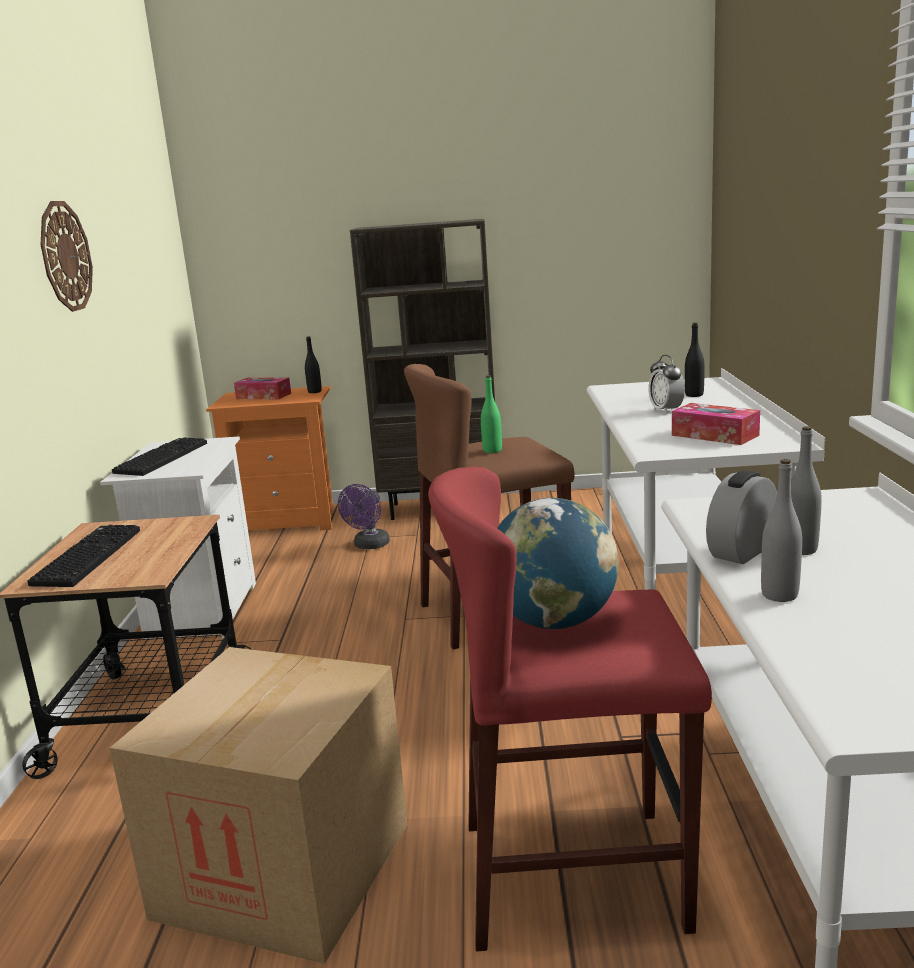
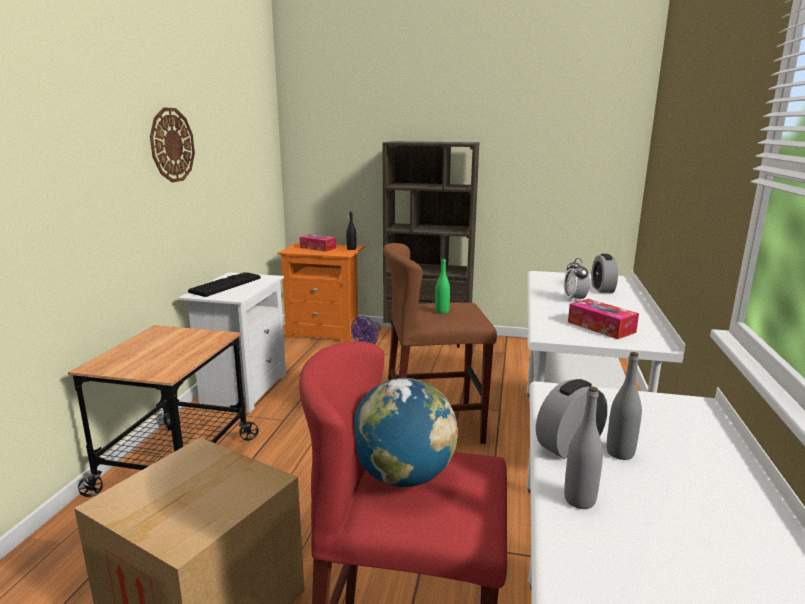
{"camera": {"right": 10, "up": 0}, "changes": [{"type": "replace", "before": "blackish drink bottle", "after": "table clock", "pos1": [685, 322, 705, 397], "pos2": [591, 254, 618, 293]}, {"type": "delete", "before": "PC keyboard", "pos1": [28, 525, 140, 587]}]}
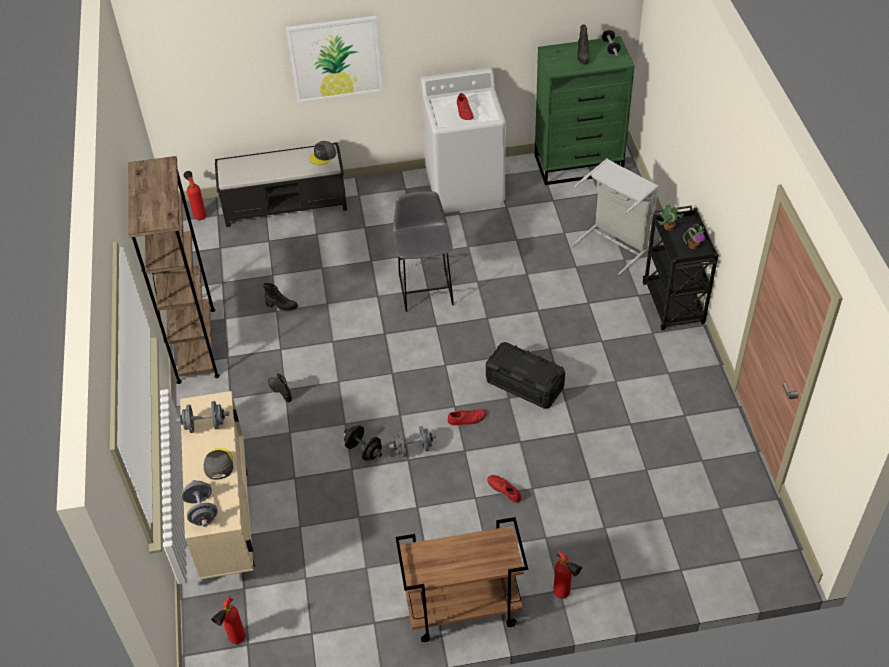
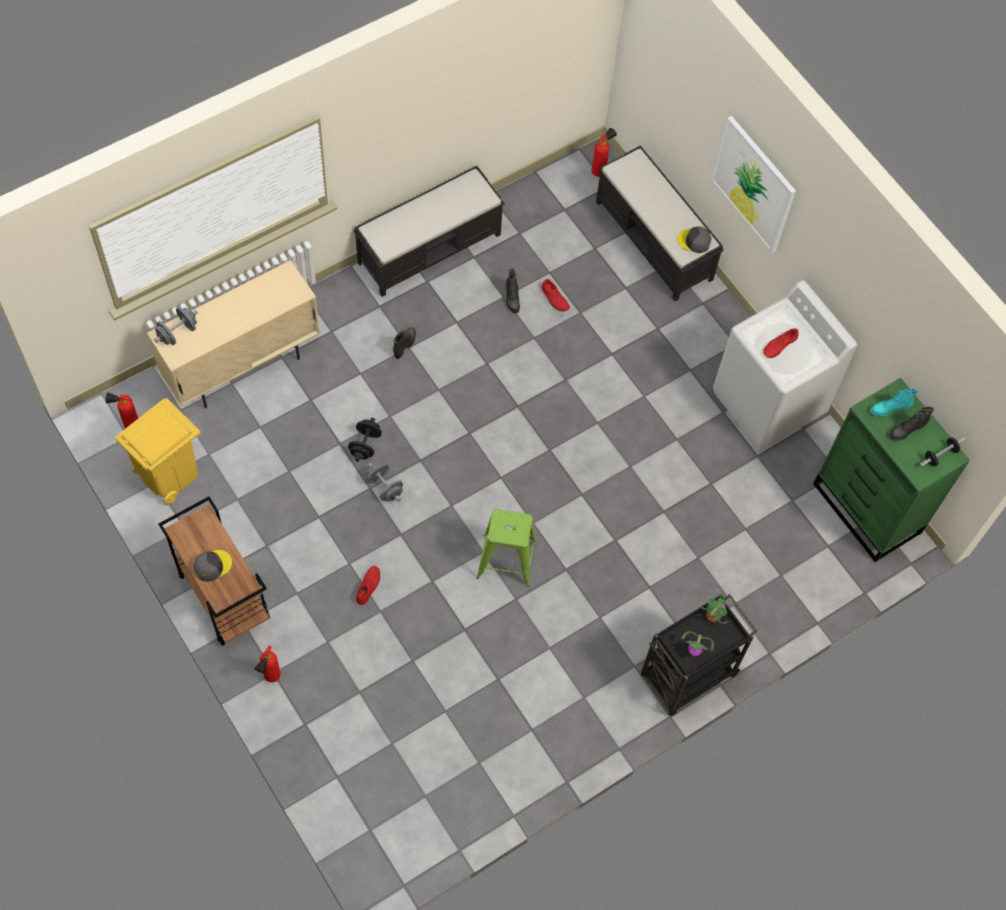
{"camera": {"right": 60, "up": 15}, "changes": [{"type": "insert", "after": "yellow-coloured trash can", "pos2": [115, 398, 201, 505]}, {"type": "move", "before": "gray baseball cap", "pos1": [204, 448, 233, 480], "pos2": [193, 550, 232, 582]}, {"type": "replace", "before": "brownish bookcase", "after": "blackish long seat", "pos1": [128, 156, 220, 384], "pos2": [353, 166, 505, 297]}, {"type": "replace", "before": "blackish storage bin", "after": "green stool seat", "pos1": [486, 342, 565, 409], "pos2": [476, 509, 537, 587]}, {"type": "move", "before": "reddish low shoe", "pos1": [448, 409, 486, 425], "pos2": [541, 279, 570, 312]}, {"type": "insert", "after": "turquoise tall boot", "pos2": [870, 388, 918, 417]}, {"type": "delete", "before": "gray dumbbell", "pos1": [176, 401, 229, 433]}, {"type": "delete", "before": "gray stool seat", "pos1": [393, 191, 454, 312]}, {"type": "delete", "before": "gray washing basket", "pos1": [571, 158, 659, 275]}]}
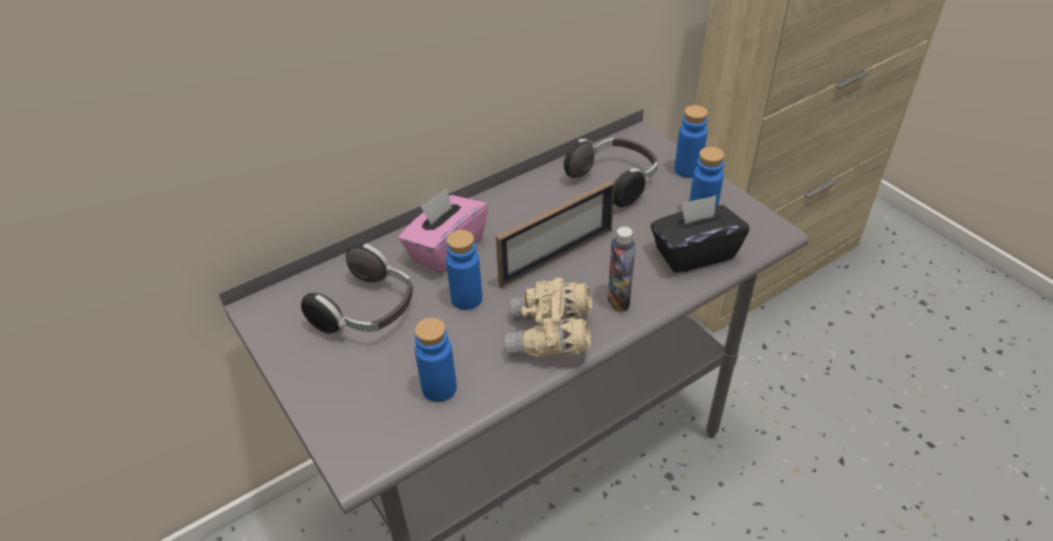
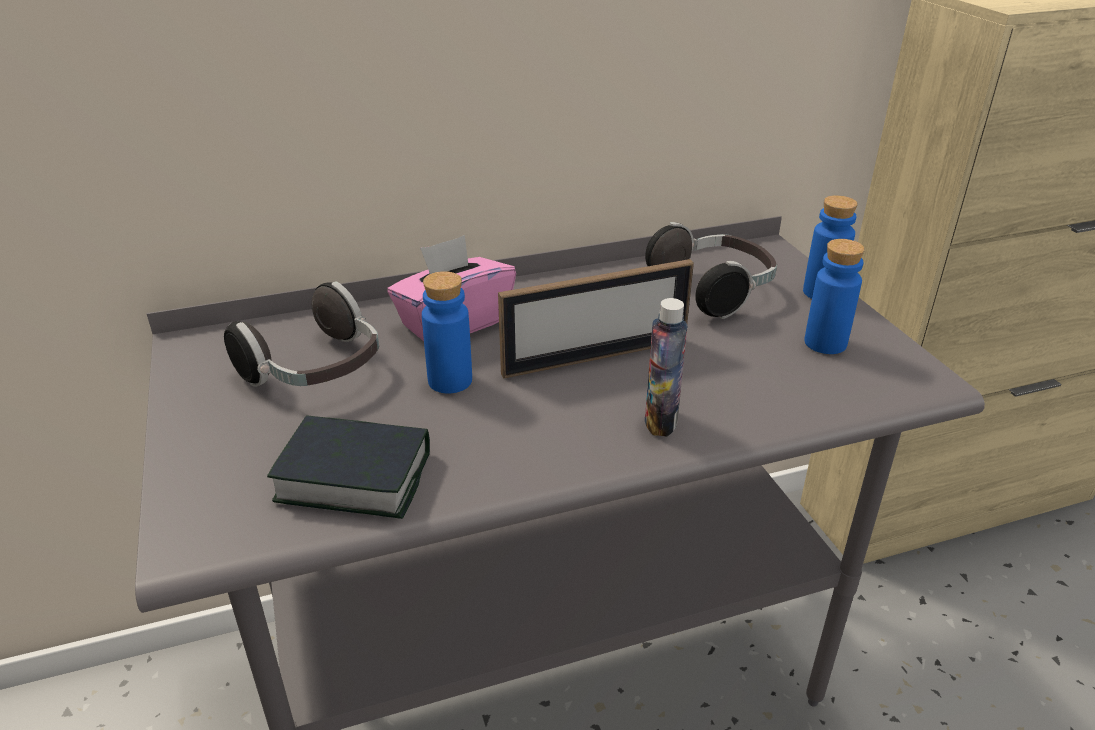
{"camera": {"right": 15, "up": -10}, "changes": [{"type": "replace", "before": "blue drink bottle", "after": "bound book", "pos1": [415, 318, 457, 402], "pos2": [267, 415, 430, 519]}, {"type": "delete", "before": "beige-coloured pair of binoculars", "pos1": [505, 277, 593, 357]}, {"type": "delete", "before": "blackish tissue box", "pos1": [651, 195, 749, 273]}]}
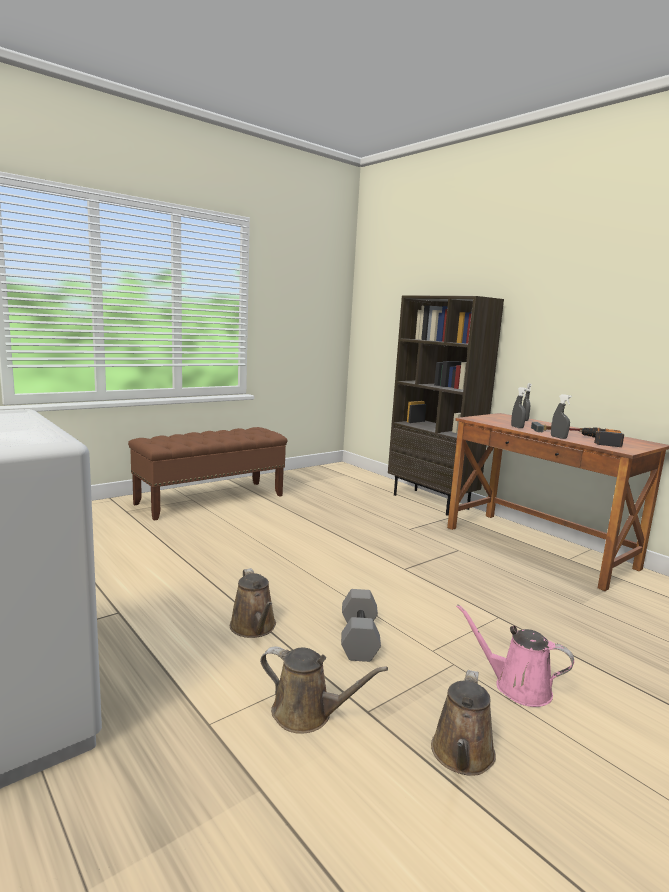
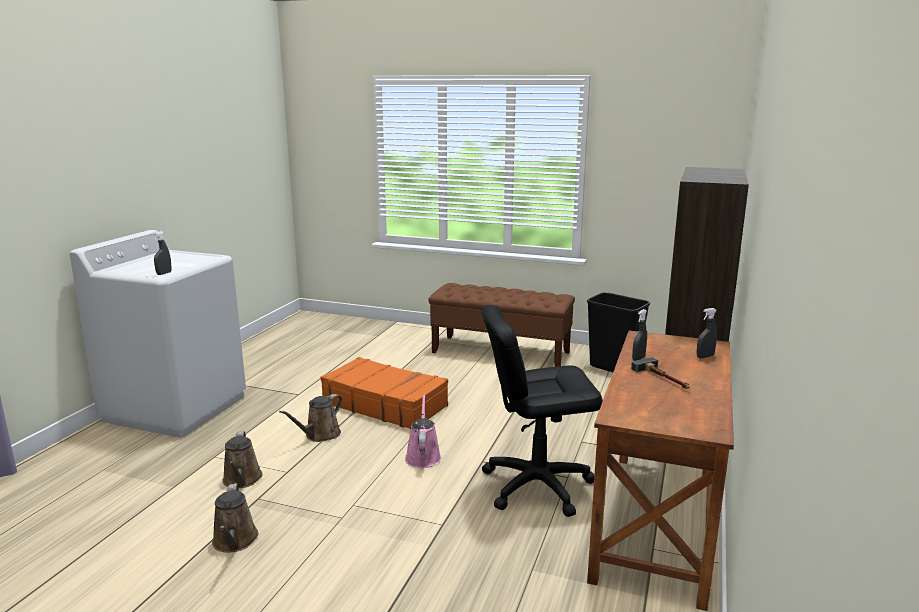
{"camera": {"right": 60, "up": 5}, "changes": [{"type": "move", "before": "gray spray bottle", "pos1": [551, 394, 572, 439], "pos2": [152, 231, 172, 275]}, {"type": "rotate", "before": "brownish watering can", "pos1": [431, 670, 496, 776], "pos2": [212, 483, 258, 552], "turn": -90}, {"type": "insert", "after": "orange suitcase", "pos2": [321, 357, 448, 429]}, {"type": "move", "before": "pink watering can", "pos1": [456, 604, 574, 707], "pos2": [405, 394, 441, 468]}, {"type": "insert", "after": "blackish desk chair", "pos2": [481, 305, 603, 517]}, {"type": "insert", "after": "blackish trash can", "pos2": [587, 292, 650, 372]}, {"type": "delete", "before": "gray dumbbell", "pos1": [341, 589, 381, 662]}, {"type": "delete", "before": "drill", "pos1": [580, 427, 624, 447]}]}
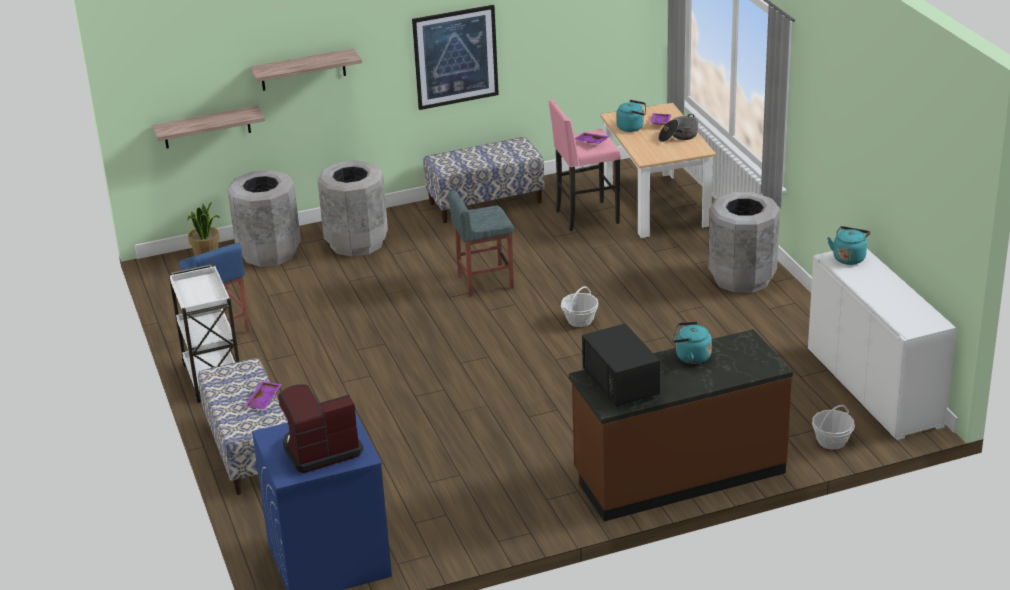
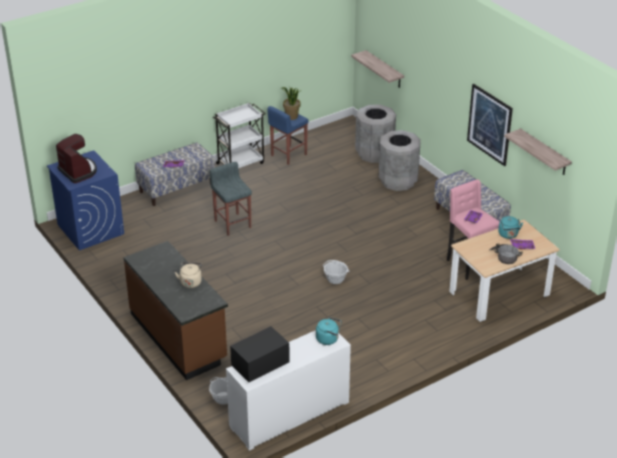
{"camera": {"right": 75, "up": 5}, "changes": [{"type": "recolor", "before": "turquoise tea kettle", "after": "beige-coloured tea kettle", "pos1": [672, 322, 712, 364], "pos2": [175, 262, 202, 288]}, {"type": "move", "before": "gray stool seat", "pos1": [448, 190, 514, 297], "pos2": [209, 162, 252, 236]}, {"type": "move", "before": "blackish kitchen microwave", "pos1": [582, 323, 660, 407], "pos2": [230, 326, 290, 382]}, {"type": "move", "before": "shelf", "pos1": [250, 48, 362, 91], "pos2": [504, 128, 572, 175]}, {"type": "delete", "before": "gray trash can", "pos1": [708, 192, 780, 293]}]}
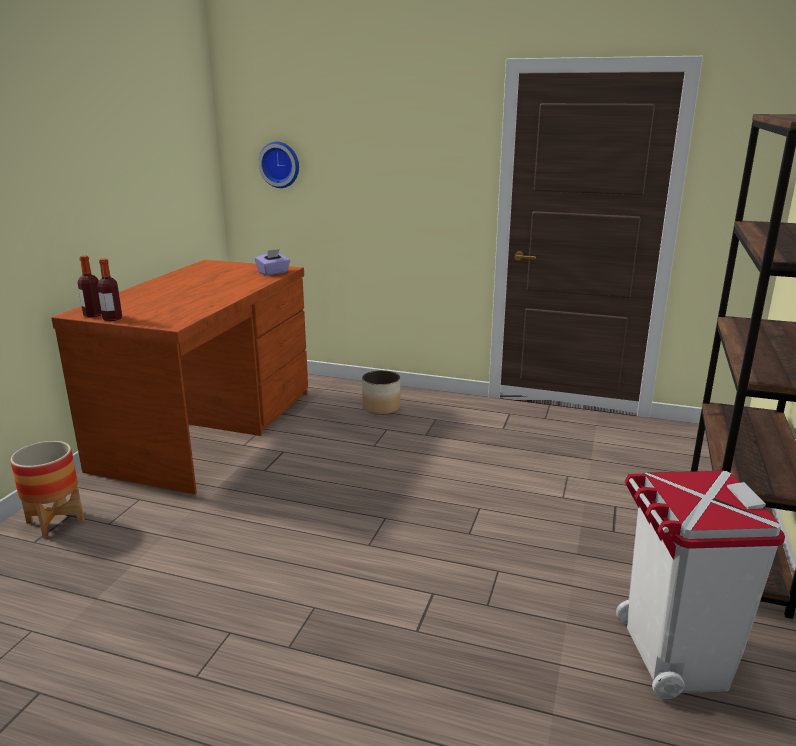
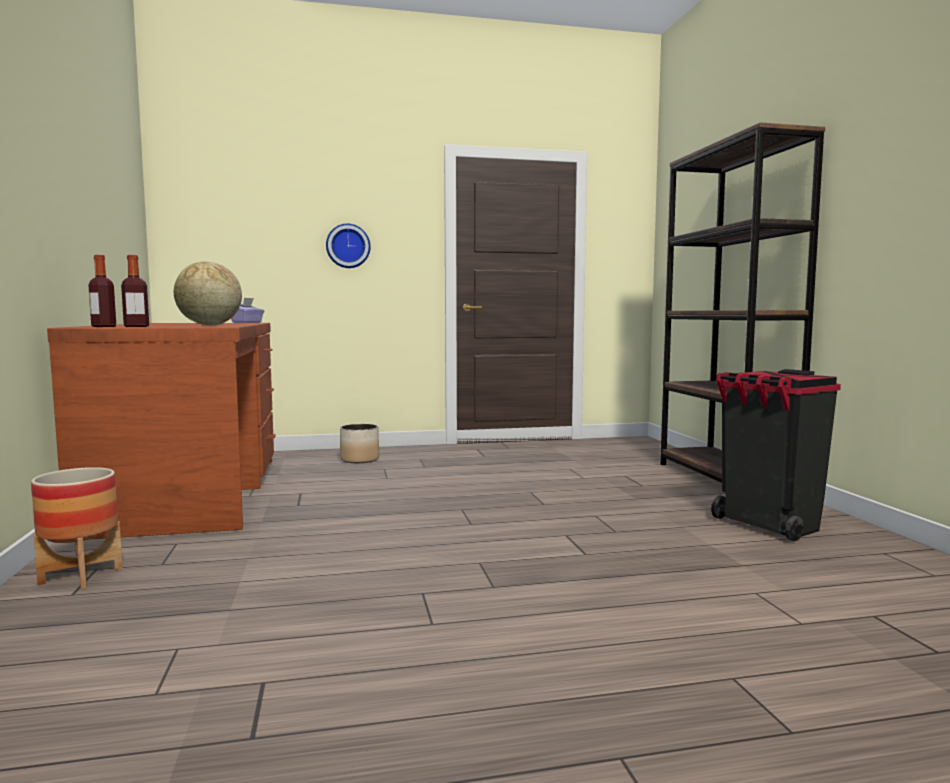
{"camera": {"right": -30, "up": -15}, "changes": [{"type": "insert", "after": "world globe", "pos2": [174, 261, 242, 325]}, {"type": "move", "before": "clock on the wall", "pos1": [258, 142, 299, 188], "pos2": [326, 224, 371, 268]}, {"type": "recolor", "before": "white-coloured trash can", "after": "blackish trash can", "pos1": [616, 471, 785, 699], "pos2": [711, 369, 841, 541]}]}
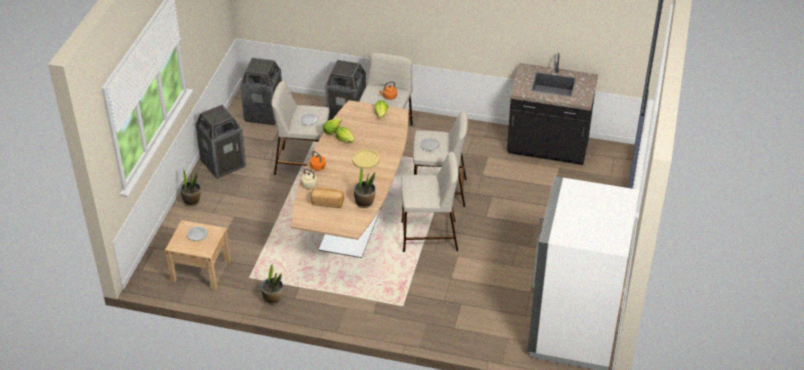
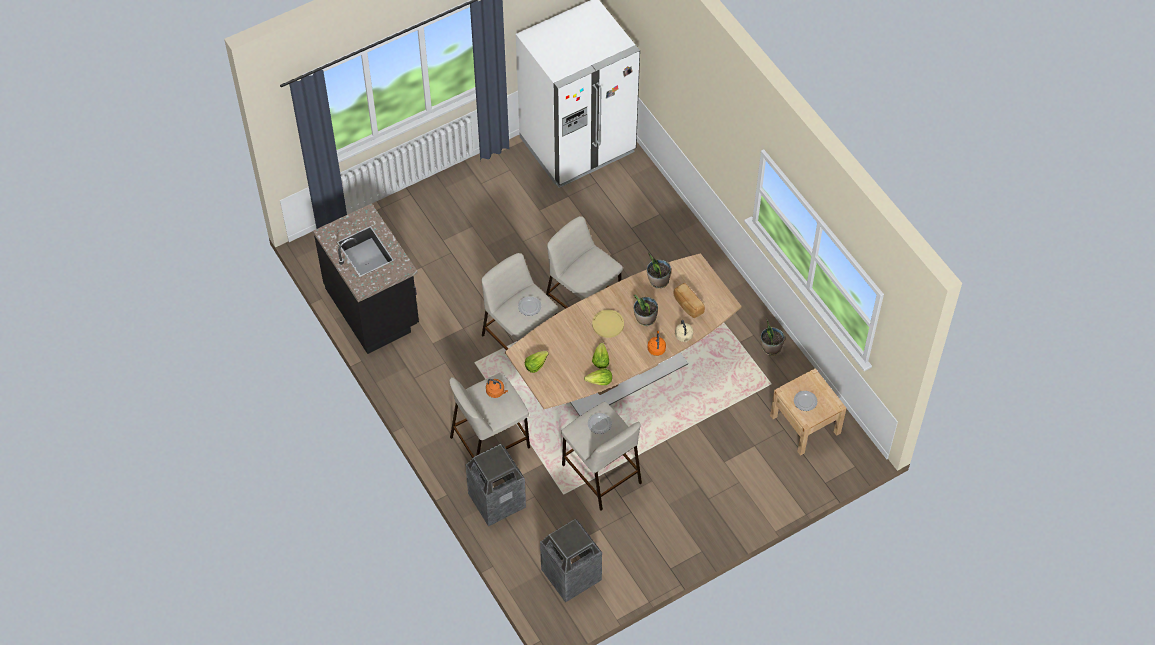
{"camera": {"right": -135, "up": 15}, "changes": [{"type": "move", "before": "plant in a pot", "pos1": [181, 169, 201, 206], "pos2": [634, 294, 658, 326]}, {"type": "delete", "before": "trash can", "pos1": [195, 105, 246, 179]}]}
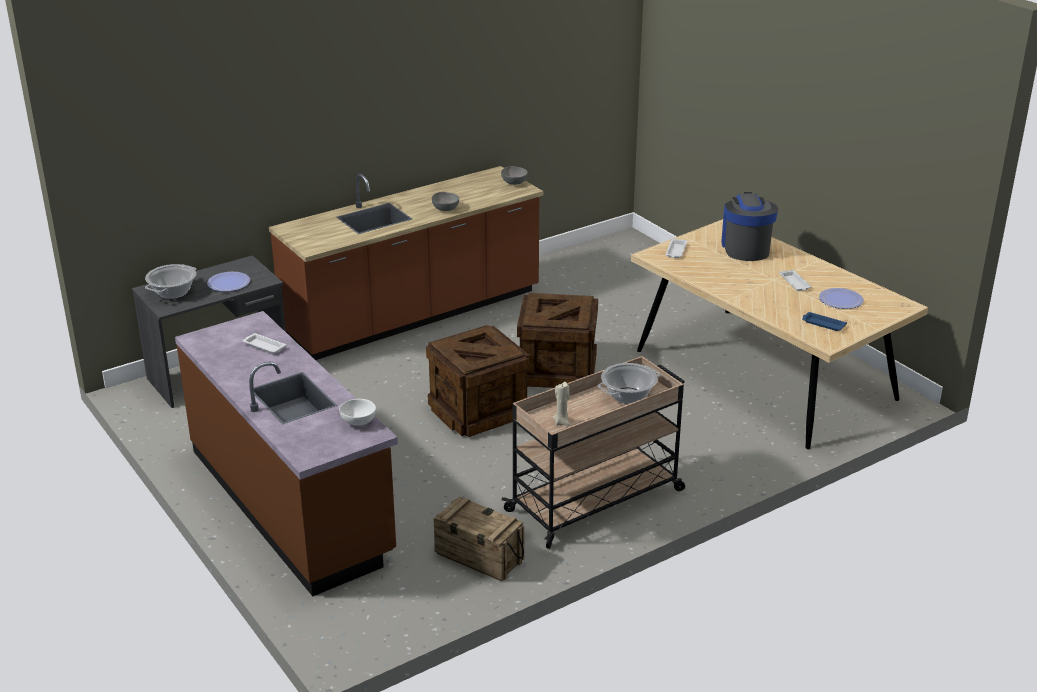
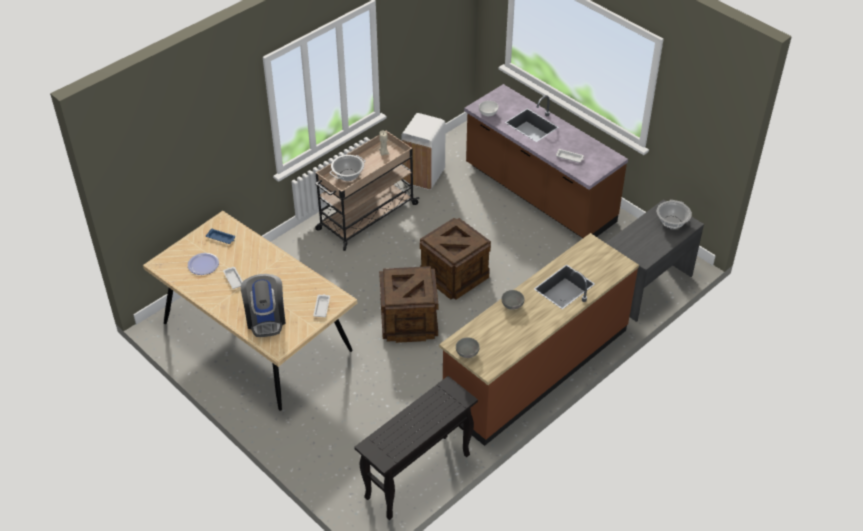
{"camera": {"right": 170, "up": 15}, "changes": [{"type": "insert", "after": "blackish console table", "pos2": [354, 376, 478, 520]}, {"type": "replace", "before": "shipping crate", "after": "white-coloured trash can", "pos1": [434, 497, 524, 581], "pos2": [401, 113, 446, 190]}, {"type": "delete", "before": "dinner plate", "pos1": [207, 272, 250, 292]}]}
